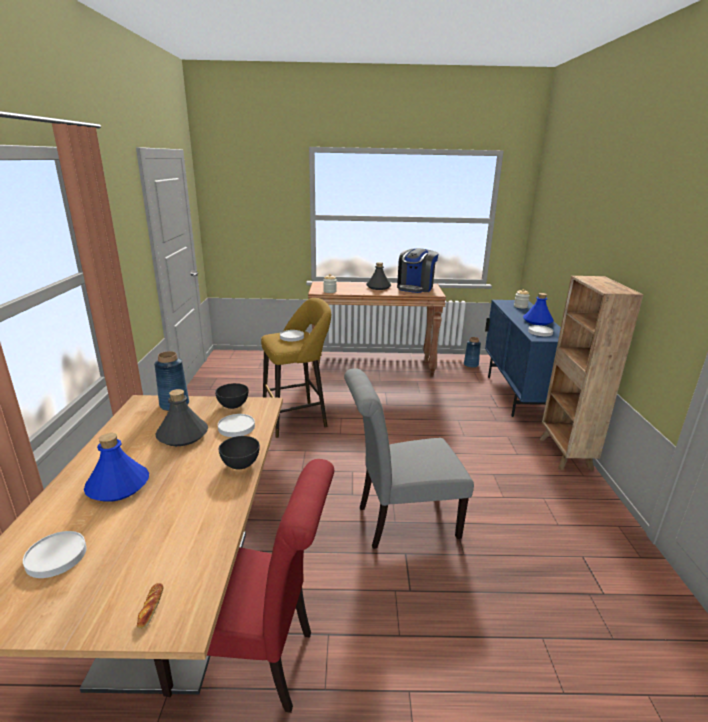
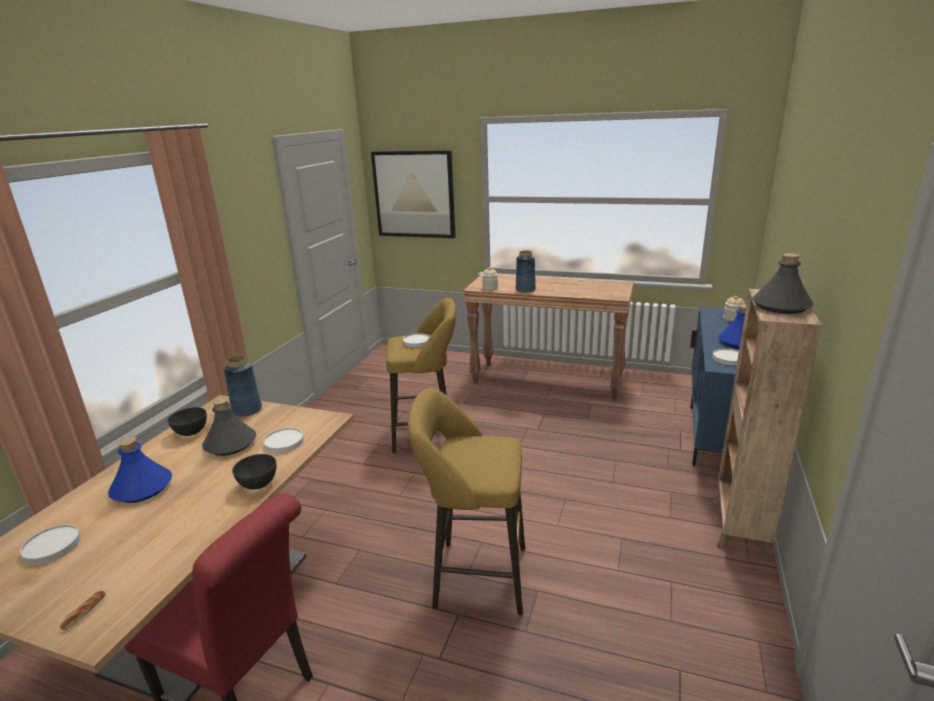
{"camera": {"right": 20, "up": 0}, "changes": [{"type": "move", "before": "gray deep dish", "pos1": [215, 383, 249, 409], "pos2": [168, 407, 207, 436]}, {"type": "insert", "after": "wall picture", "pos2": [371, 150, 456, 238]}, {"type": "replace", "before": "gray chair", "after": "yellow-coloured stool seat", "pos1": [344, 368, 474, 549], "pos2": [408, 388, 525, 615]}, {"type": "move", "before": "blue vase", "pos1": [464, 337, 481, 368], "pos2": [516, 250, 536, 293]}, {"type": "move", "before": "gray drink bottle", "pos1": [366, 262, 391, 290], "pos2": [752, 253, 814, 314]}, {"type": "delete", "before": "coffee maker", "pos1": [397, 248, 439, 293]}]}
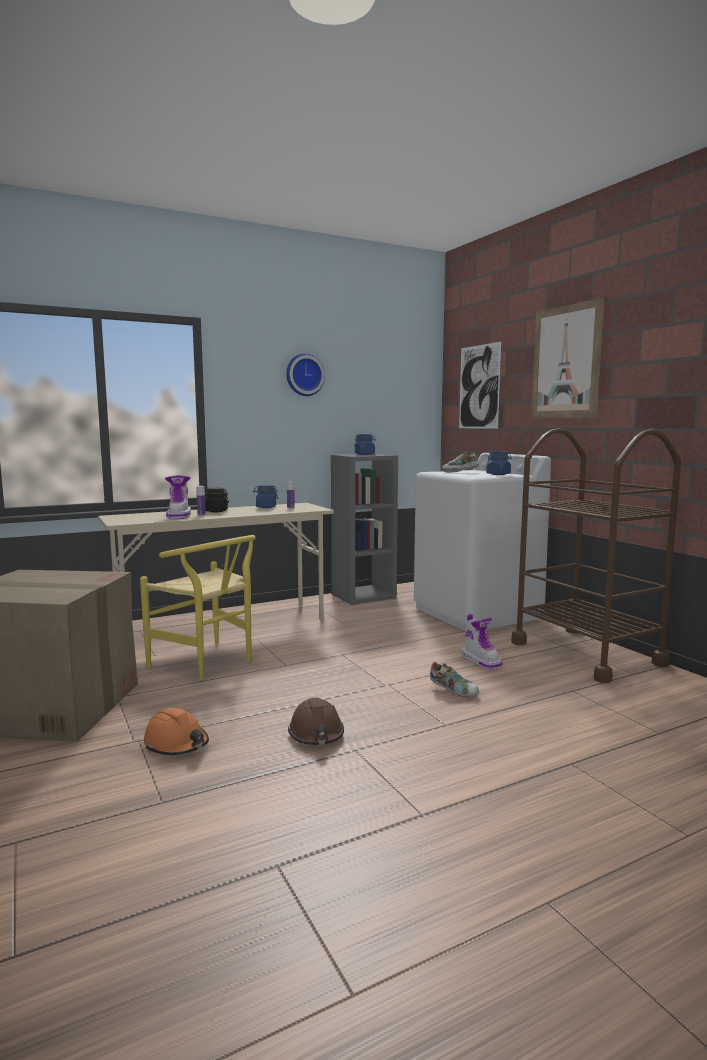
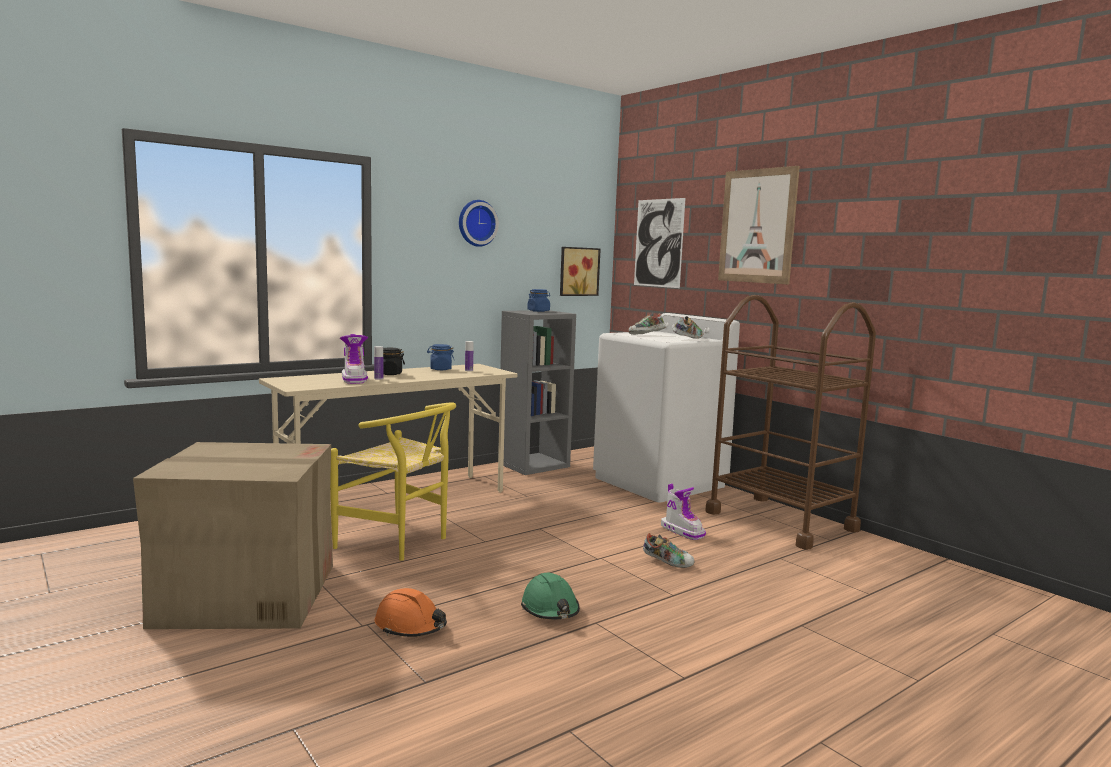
{"camera": {"right": -10, "up": 0}, "changes": [{"type": "recolor", "before": "brownish hard hat", "after": "green hard hat", "pos1": [288, 698, 344, 745], "pos2": [521, 572, 580, 619]}, {"type": "insert", "after": "wall picture", "pos2": [560, 247, 601, 296]}, {"type": "replace", "before": "blue storage jar", "after": "low shoe", "pos1": [486, 451, 512, 475], "pos2": [673, 316, 704, 339]}]}
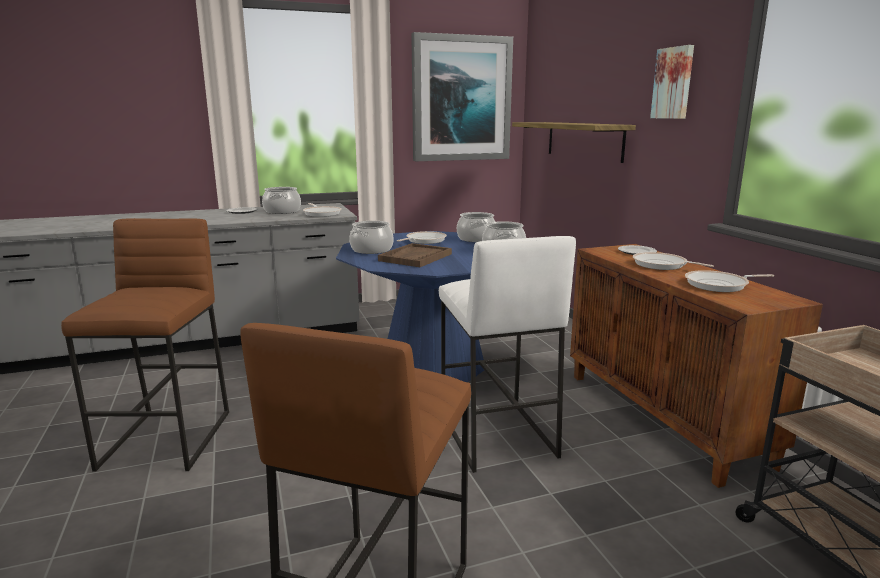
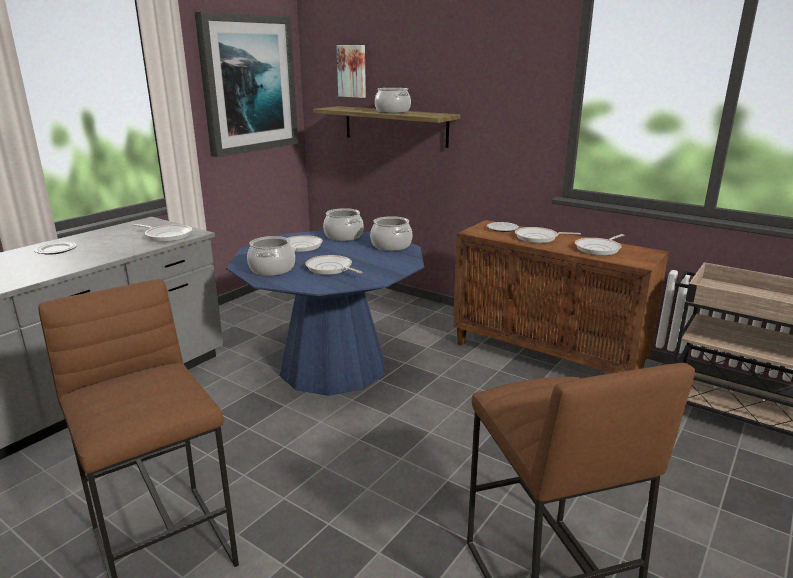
{"camera": {"right": -35, "up": 5}, "changes": [{"type": "replace", "before": "brownish serving tray", "after": "skillet", "pos1": [378, 243, 452, 267], "pos2": [305, 255, 362, 275]}, {"type": "move", "before": "wall picture", "pos1": [650, 45, 694, 119], "pos2": [336, 45, 366, 98]}, {"type": "move", "before": "cooking pot", "pos1": [262, 187, 301, 214], "pos2": [375, 88, 411, 113]}, {"type": "delete", "before": "white-coloured stool seat", "pos1": [439, 236, 576, 473]}]}
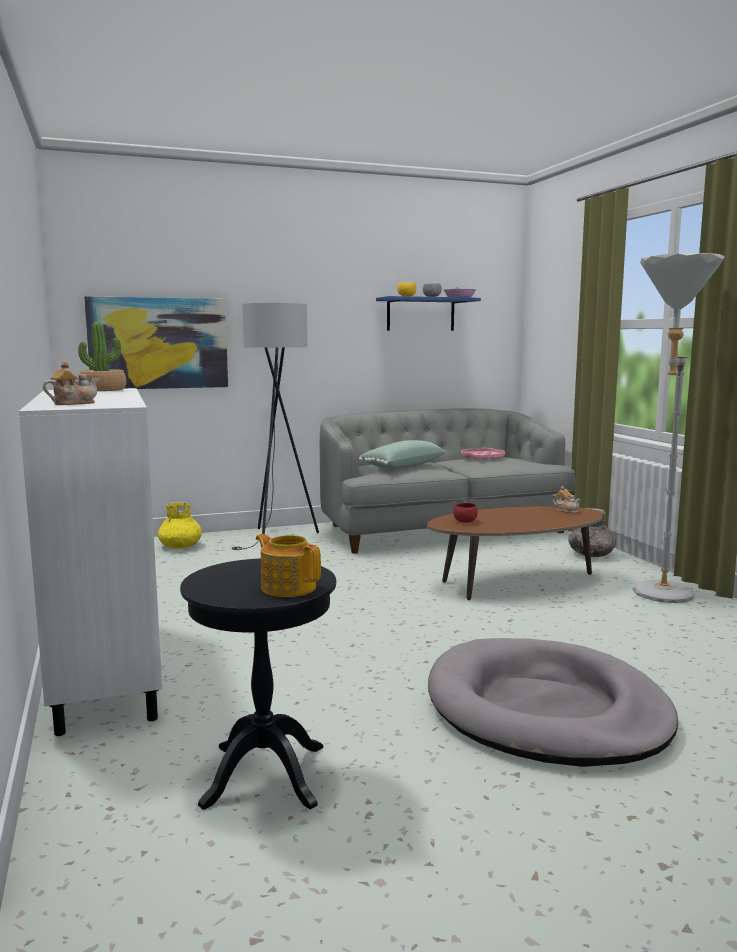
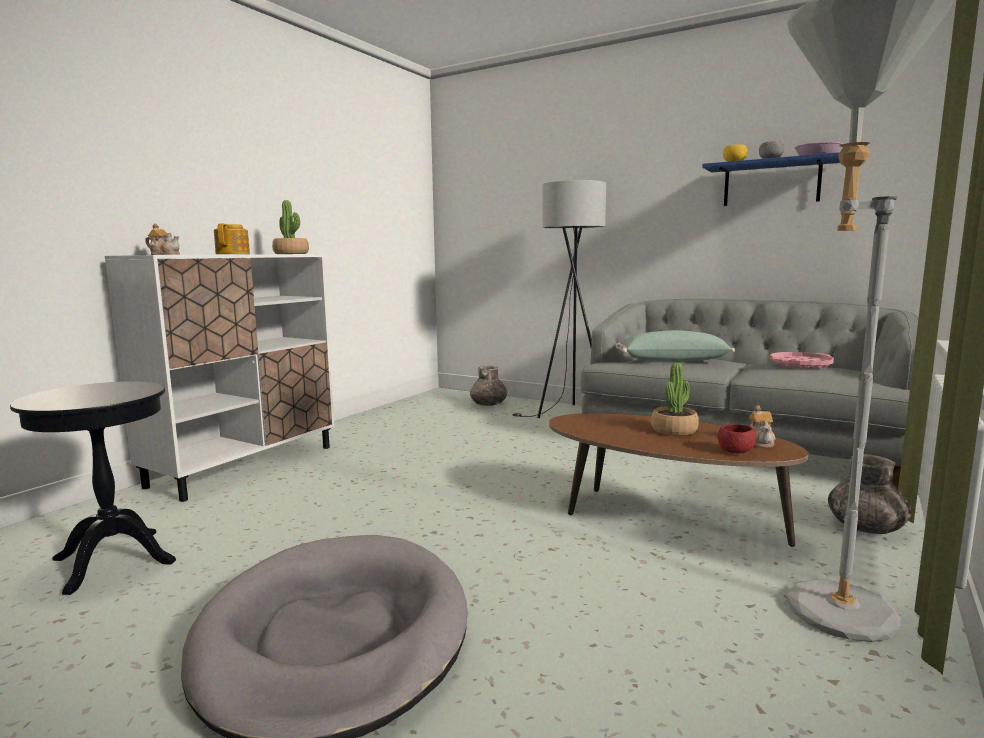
{"camera": {"right": 50, "up": 0}, "changes": [{"type": "move", "before": "teapot", "pos1": [256, 534, 321, 597], "pos2": [214, 224, 250, 254]}, {"type": "recolor", "before": "yellow-coloured vase", "after": "gray vase", "pos1": [158, 501, 202, 549], "pos2": [470, 366, 507, 406]}, {"type": "insert", "after": "plant in a pot", "pos2": [651, 362, 699, 436]}, {"type": "move", "before": "reddish deep dish", "pos1": [453, 503, 478, 523], "pos2": [718, 424, 756, 453]}, {"type": "delete", "before": "wall picture", "pos1": [84, 296, 228, 389]}]}
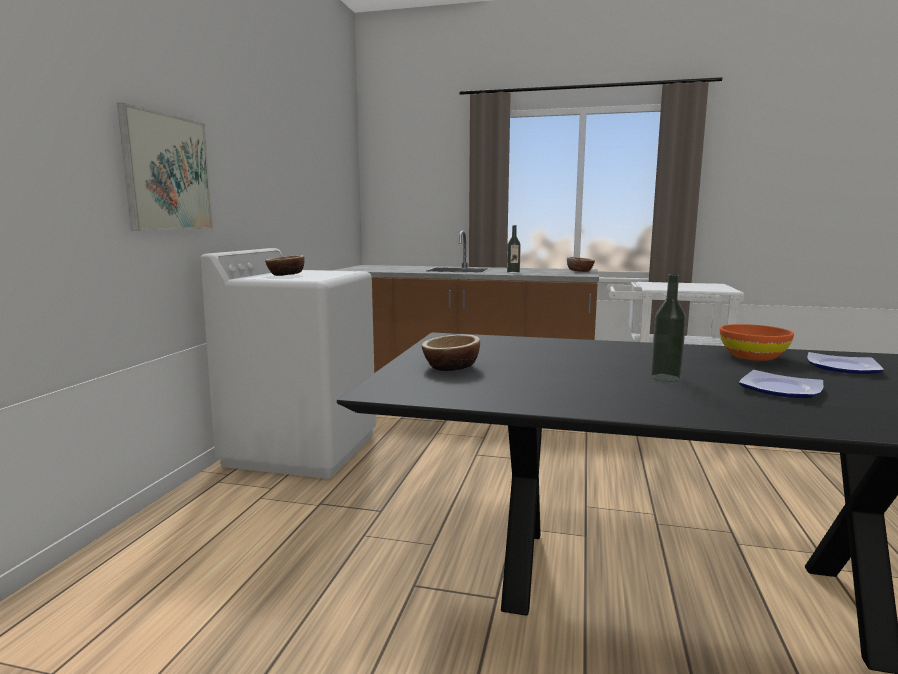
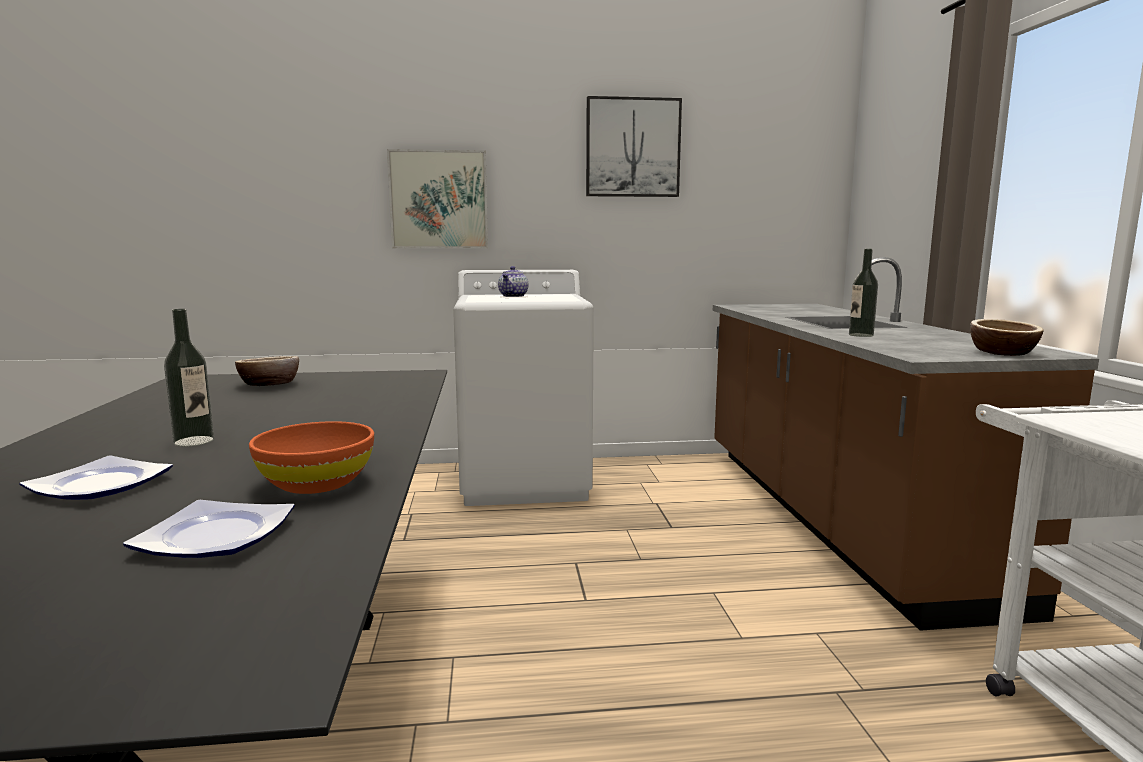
{"camera": {"right": 70, "up": 0}, "changes": [{"type": "replace", "before": "deep dish", "after": "teapot", "pos1": [265, 255, 305, 276], "pos2": [498, 266, 528, 297]}, {"type": "insert", "after": "wall picture", "pos2": [586, 96, 682, 197]}]}
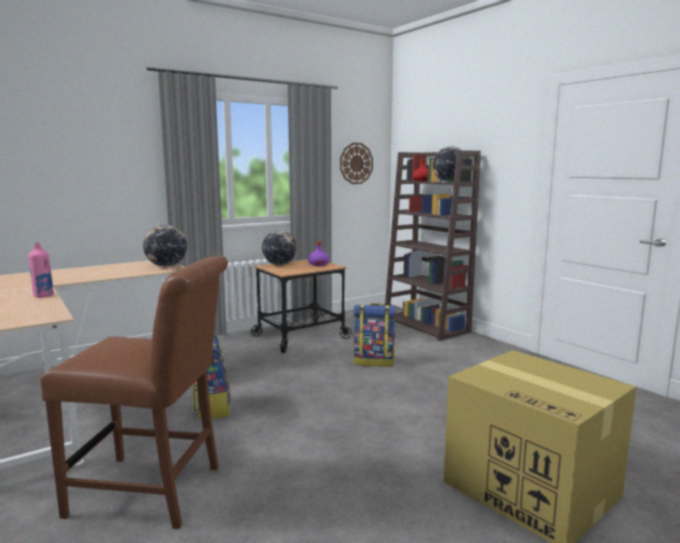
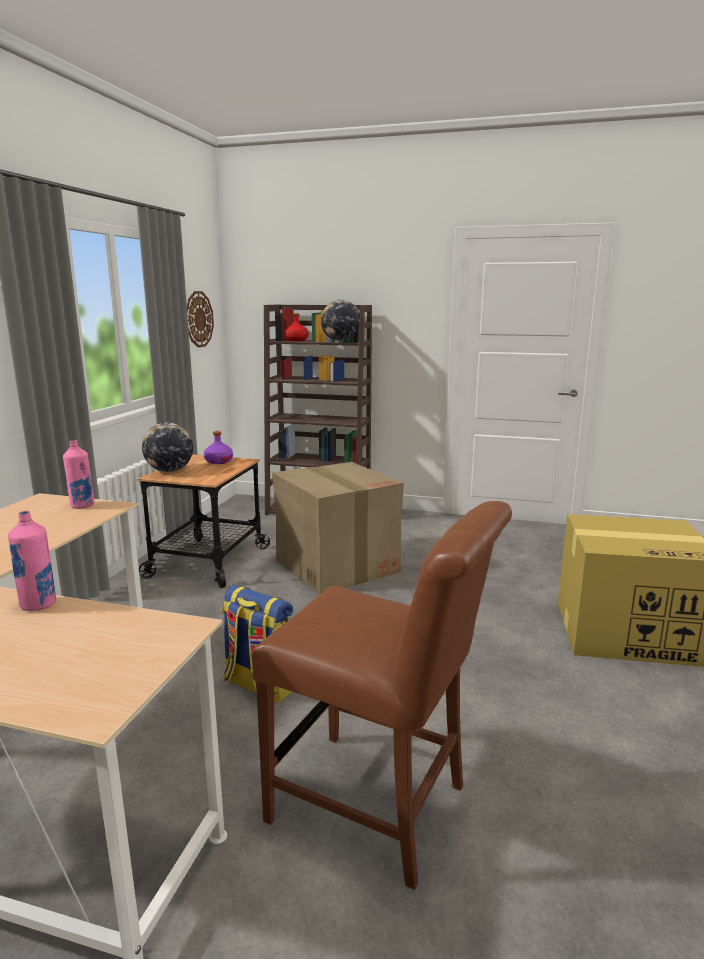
{"camera": {"right": -40, "up": 5}, "changes": [{"type": "replace", "before": "world globe", "after": "pink drink bottle", "pos1": [143, 225, 187, 267], "pos2": [63, 440, 94, 509]}, {"type": "rotate", "before": "brownish chair", "pos1": [40, 256, 228, 529], "pos2": [252, 501, 512, 890], "turn": 60}, {"type": "replace", "before": "rucksack", "after": "cardboard box", "pos1": [353, 303, 396, 367], "pos2": [272, 462, 404, 595]}]}
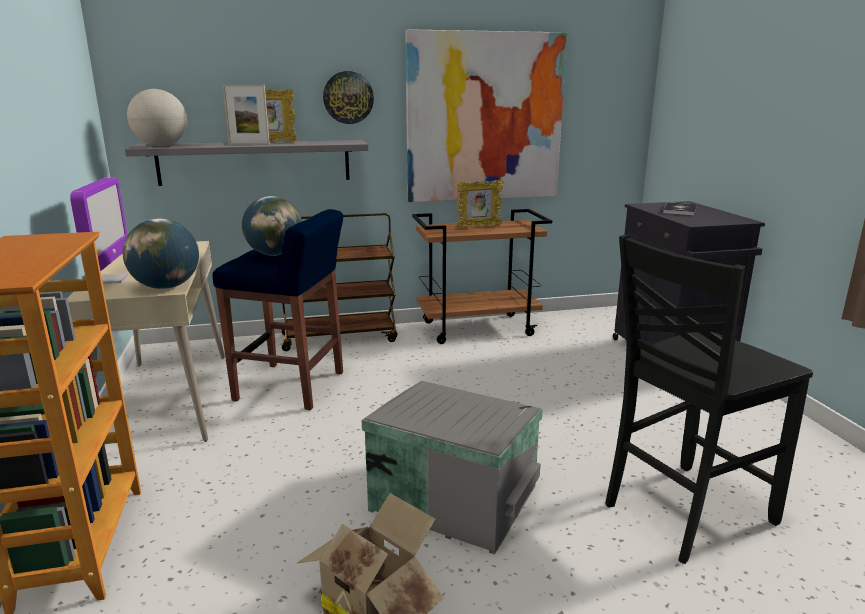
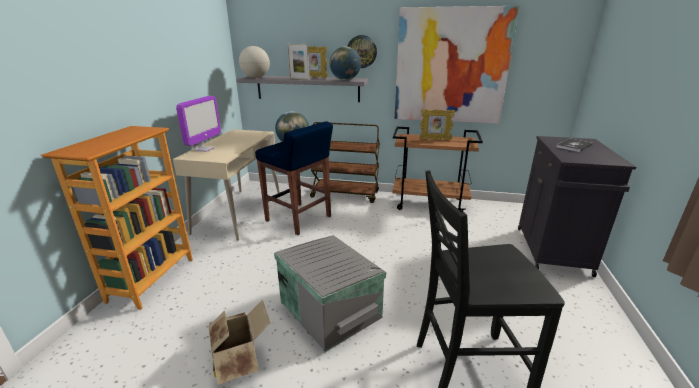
{"camera": {"right": 25, "up": 5}, "changes": [{"type": "move", "before": "world globe", "pos1": [123, 219, 199, 289], "pos2": [330, 47, 361, 80]}]}
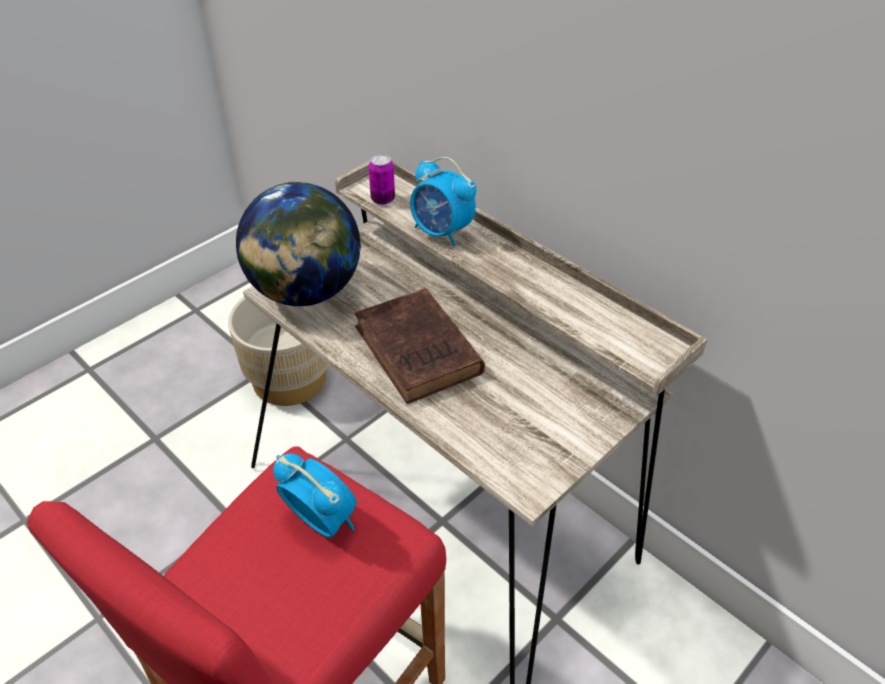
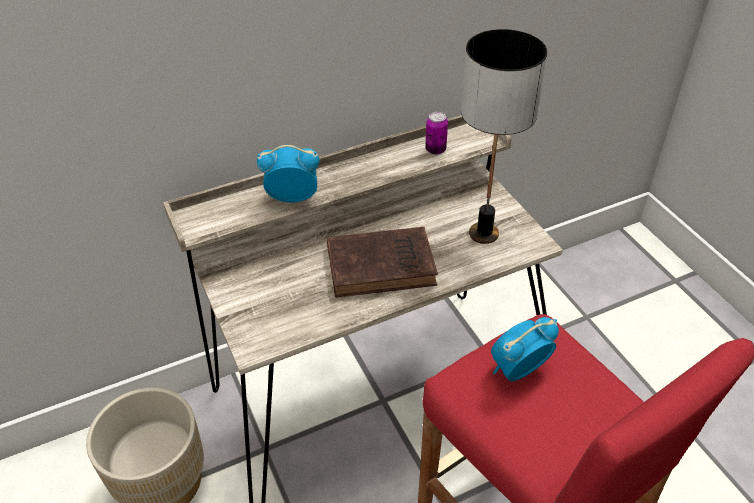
{"camera": {"right": -70, "up": 0}, "changes": [{"type": "rotate", "before": "table clock", "pos1": [410, 157, 477, 246], "pos2": [257, 145, 320, 202], "turn": -150}, {"type": "move", "before": "metal can", "pos1": [369, 154, 395, 205], "pos2": [425, 112, 448, 155]}, {"type": "insert", "after": "table lamp", "pos2": [461, 29, 547, 244]}, {"type": "delete", "before": "world globe", "pos1": [236, 182, 361, 306]}]}
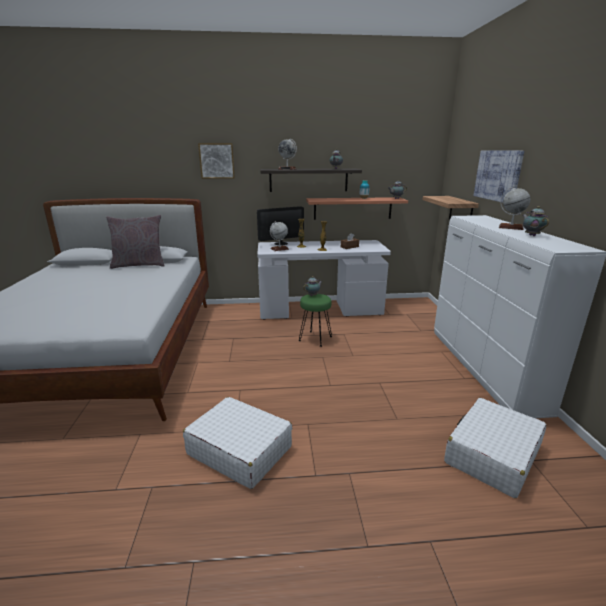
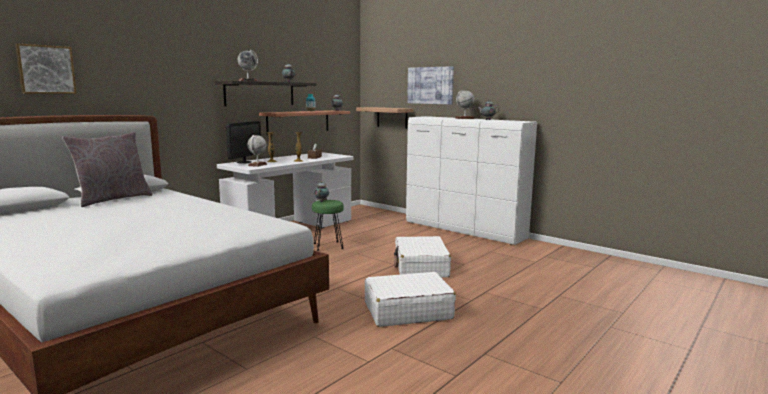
{"camera": {"right": -45, "up": -10}, "changes": [{"type": "move", "before": "wall picture", "pos1": [198, 143, 235, 179], "pos2": [15, 43, 77, 94]}, {"type": "move", "before": "white-coloured suitcase", "pos1": [444, 398, 547, 498], "pos2": [394, 236, 451, 277]}]}
